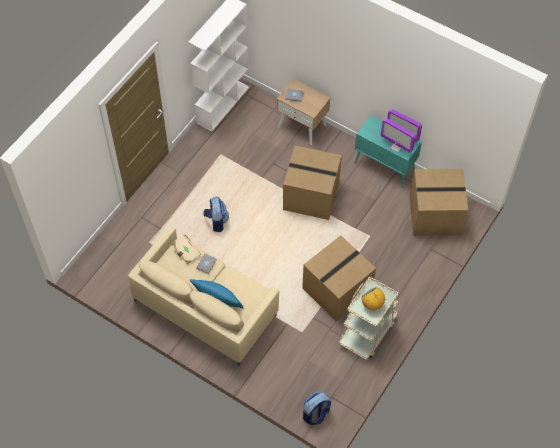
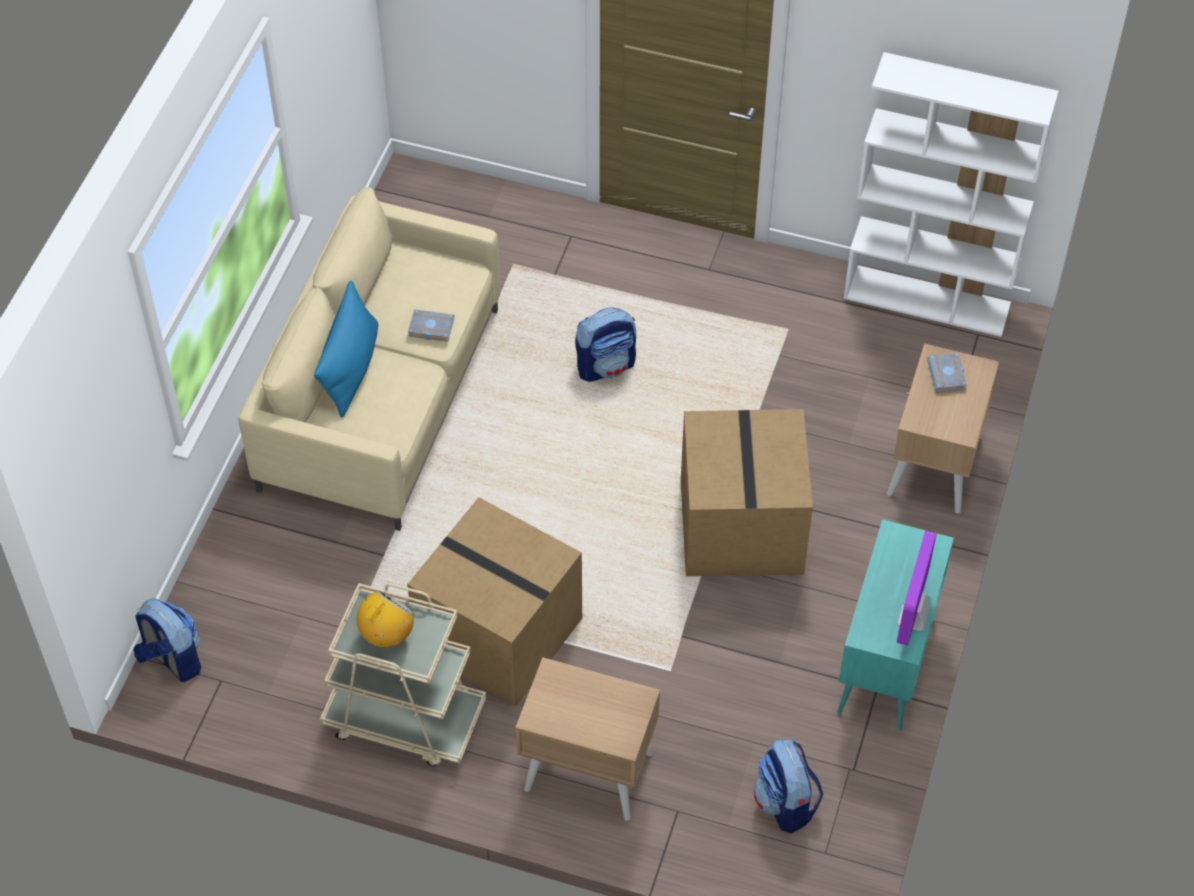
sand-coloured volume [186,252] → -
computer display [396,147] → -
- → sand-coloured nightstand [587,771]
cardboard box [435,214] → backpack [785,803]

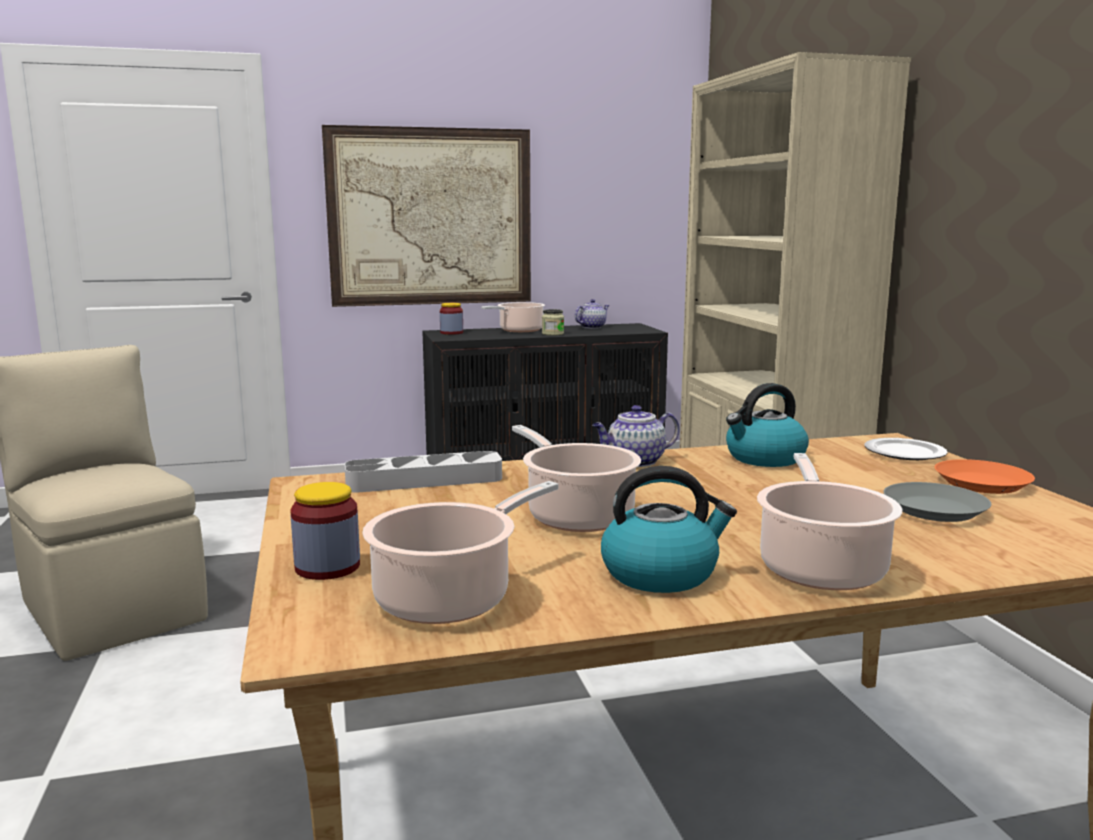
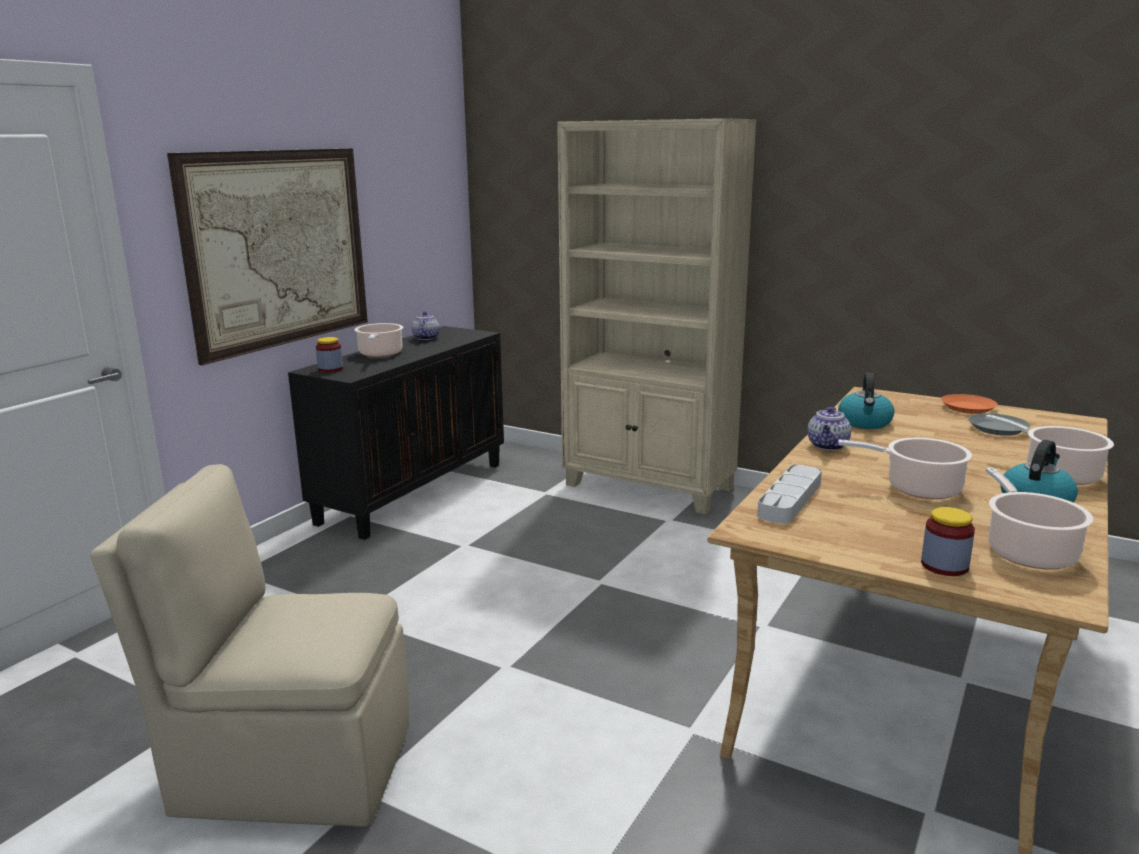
storage jar [552,334] → -
dinner plate [903,452] → -

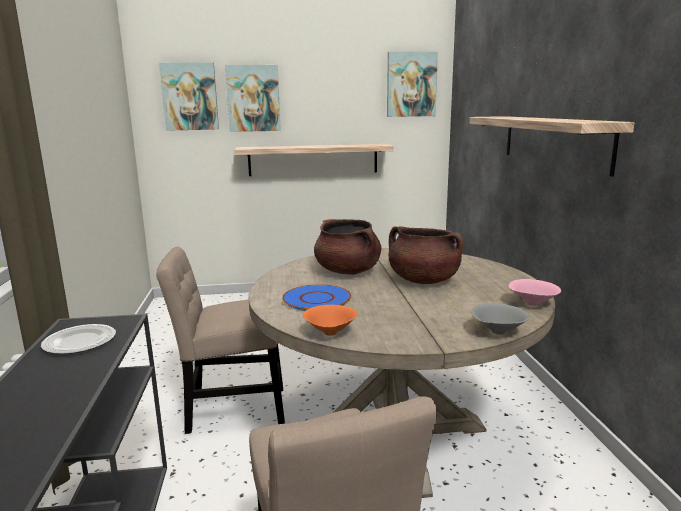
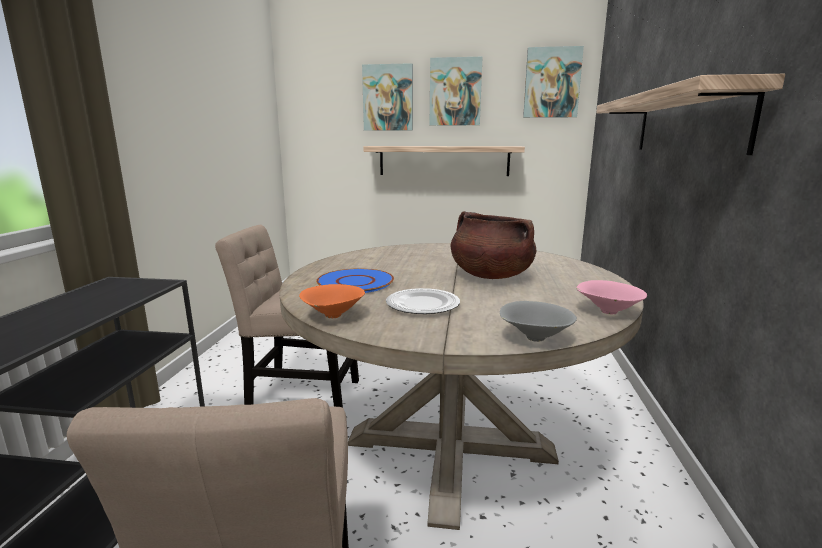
brown stockpot [348,271] → -
dinner plate [80,341] → dinner plate [422,304], shifted
wall picture [190,96] → wall picture [455,92], shifted

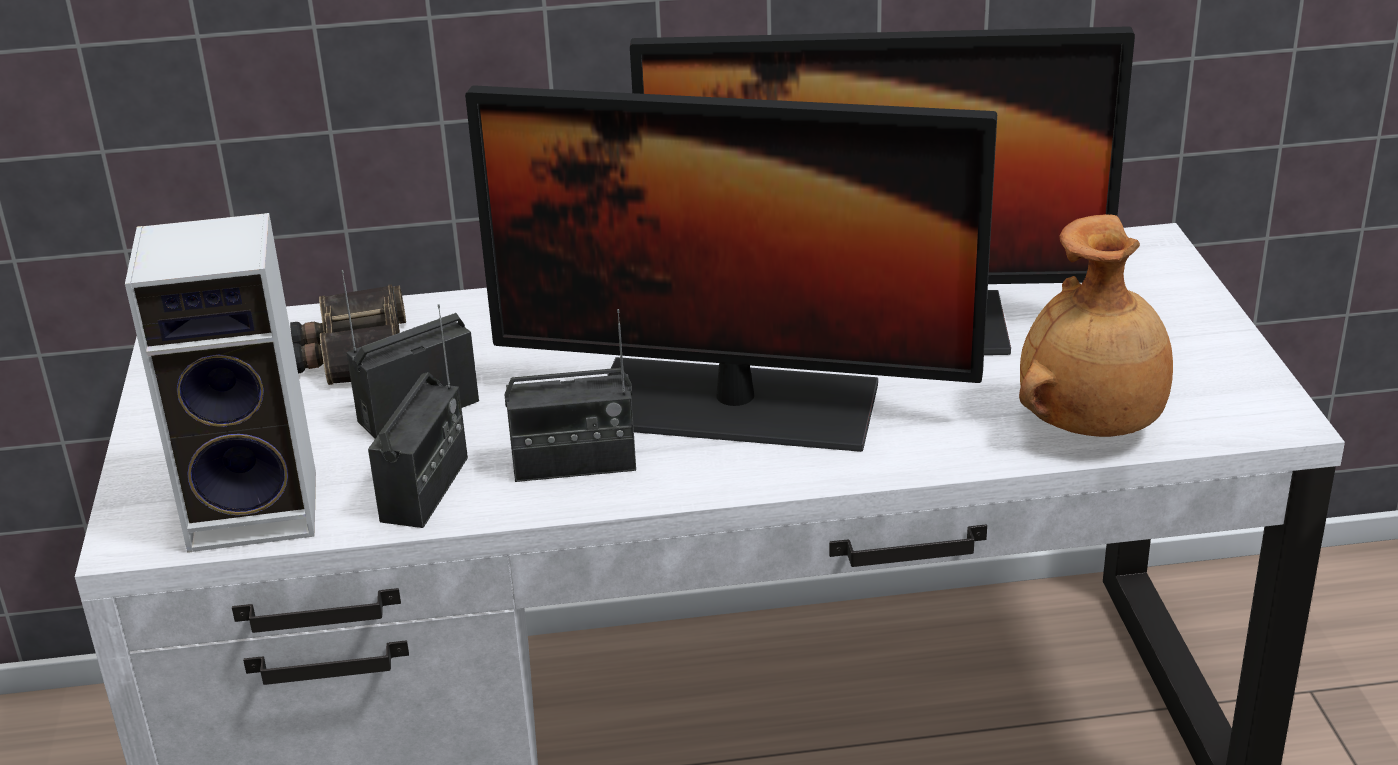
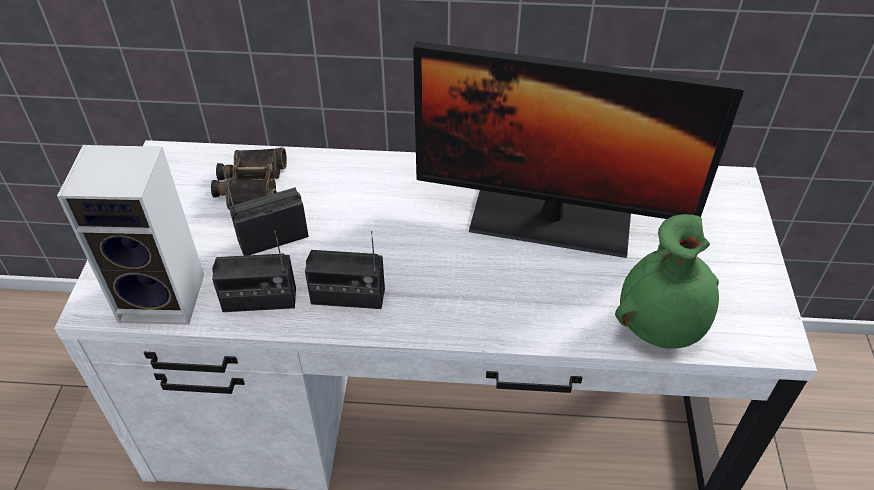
computer display [734,405] → -
brown flower vase [1092,426] → greenish flower vase [661,327]
radio set [425,489] → radio set [259,300], 60 degrees clockwise

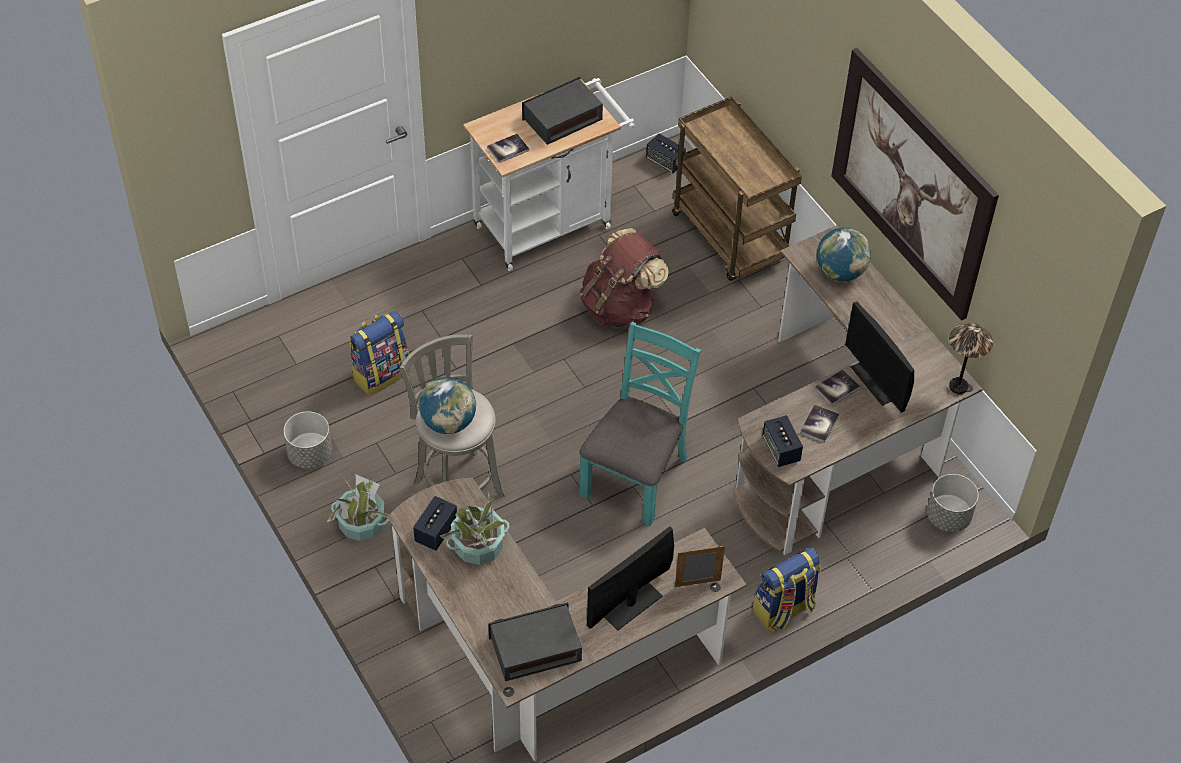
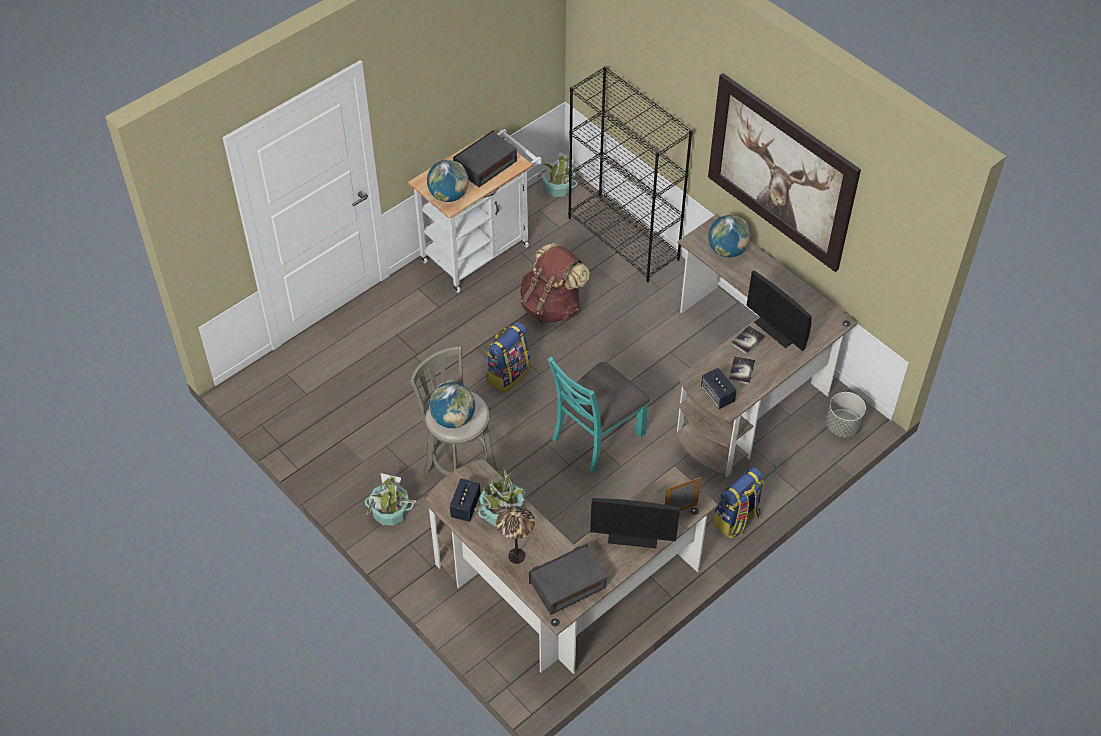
greyish planter [310,454] → -
backpack [381,373] → backpack [508,374], shifted
table lamp [958,387] → table lamp [516,557], shifted
volume [508,149] → desk globe [448,195]
speaker [665,162] → potted plant [558,188]
brown trolley [731,238] → black-coloured bookcase [624,239]
turquoise plain chair [636,476] → turquoise plain chair [597,436], 150 degrees counterclockwise
computer display [631,604] → computer display [633,536], 120 degrees counterclockwise

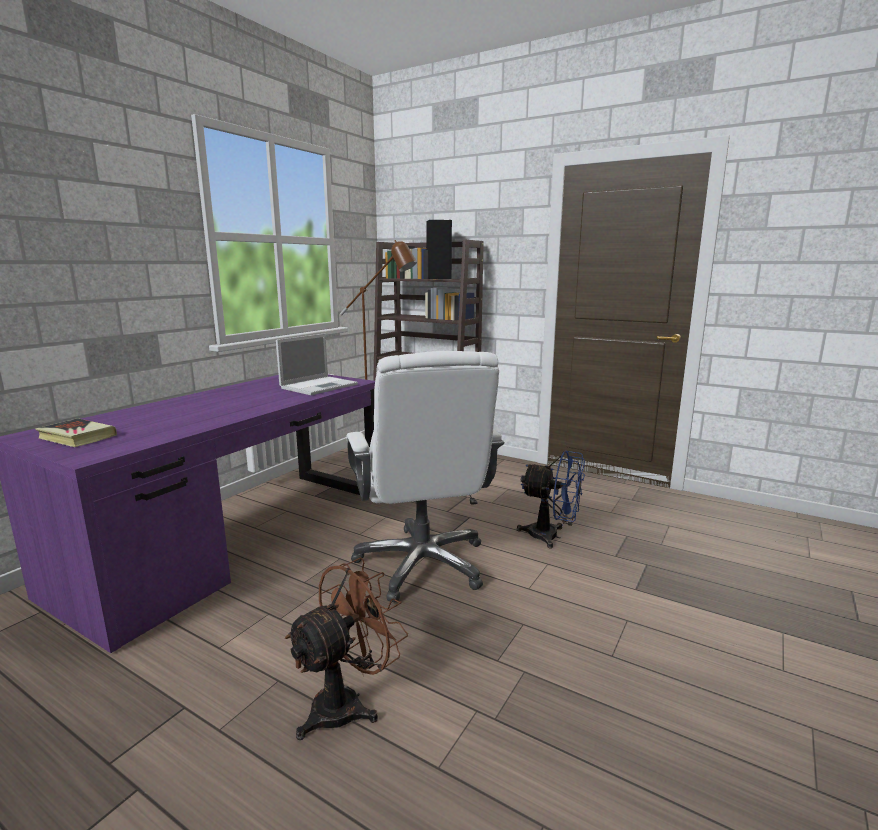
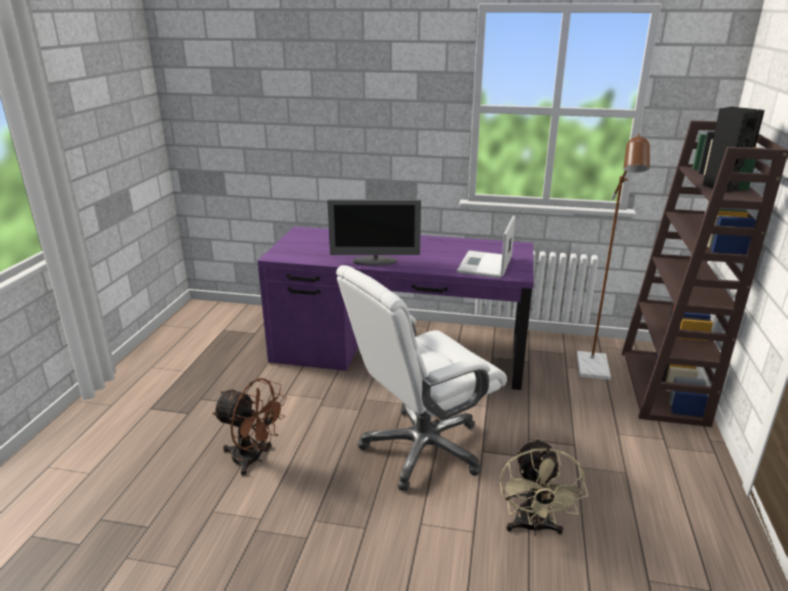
volume [77,437] → -
- → computer display [375,261]
bluish cooling fan [551,536] → sand-coloured cooling fan [533,527]
laptop [320,386] → laptop [485,265], 90 degrees clockwise

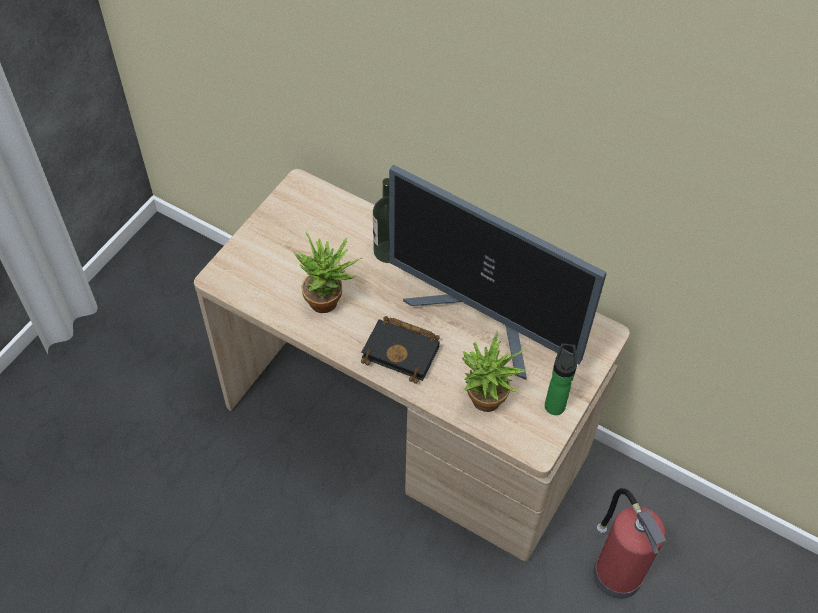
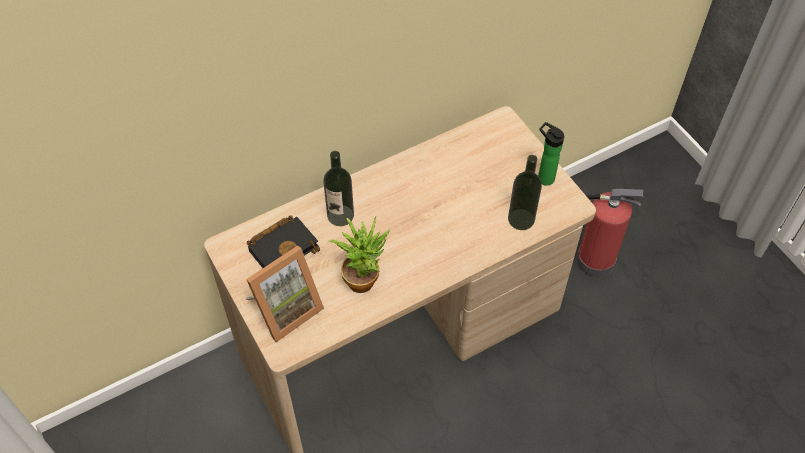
computer display [484,321] → -
- → picture frame [285,309]
black-coloured volume [403,351] → black-coloured volume [284,247], shifted
potted plant [485,404] → drink bottle [521,219]

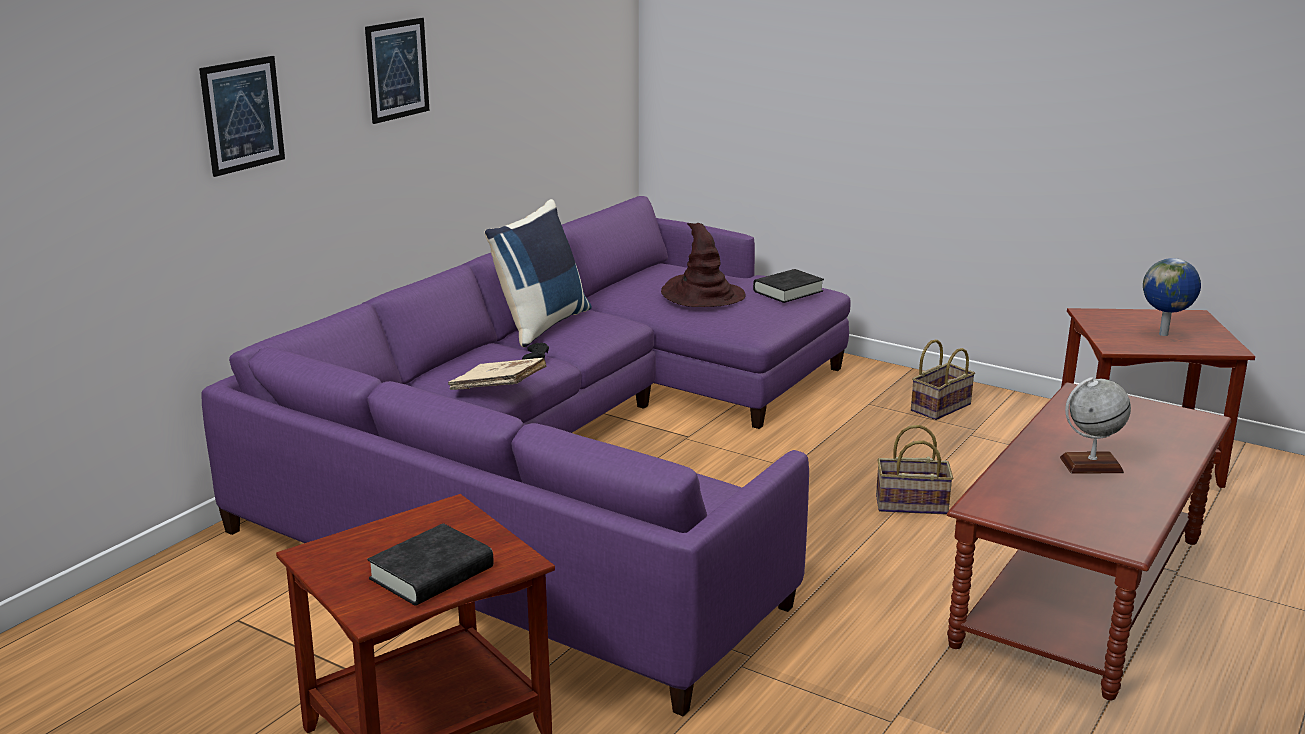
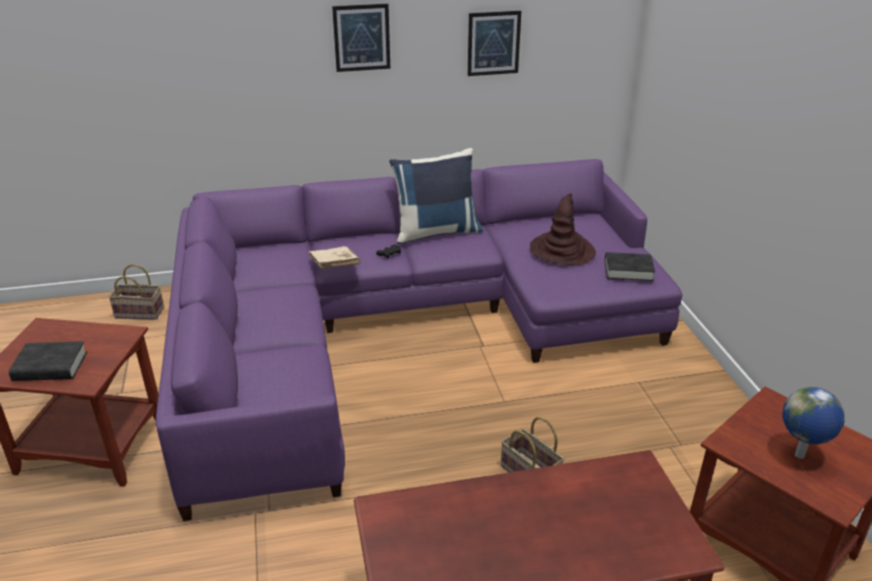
desk globe [1091,465] → -
wall picture [243,115] → wall picture [493,43], shifted
storage basket [940,406] → storage basket [141,312], shifted

